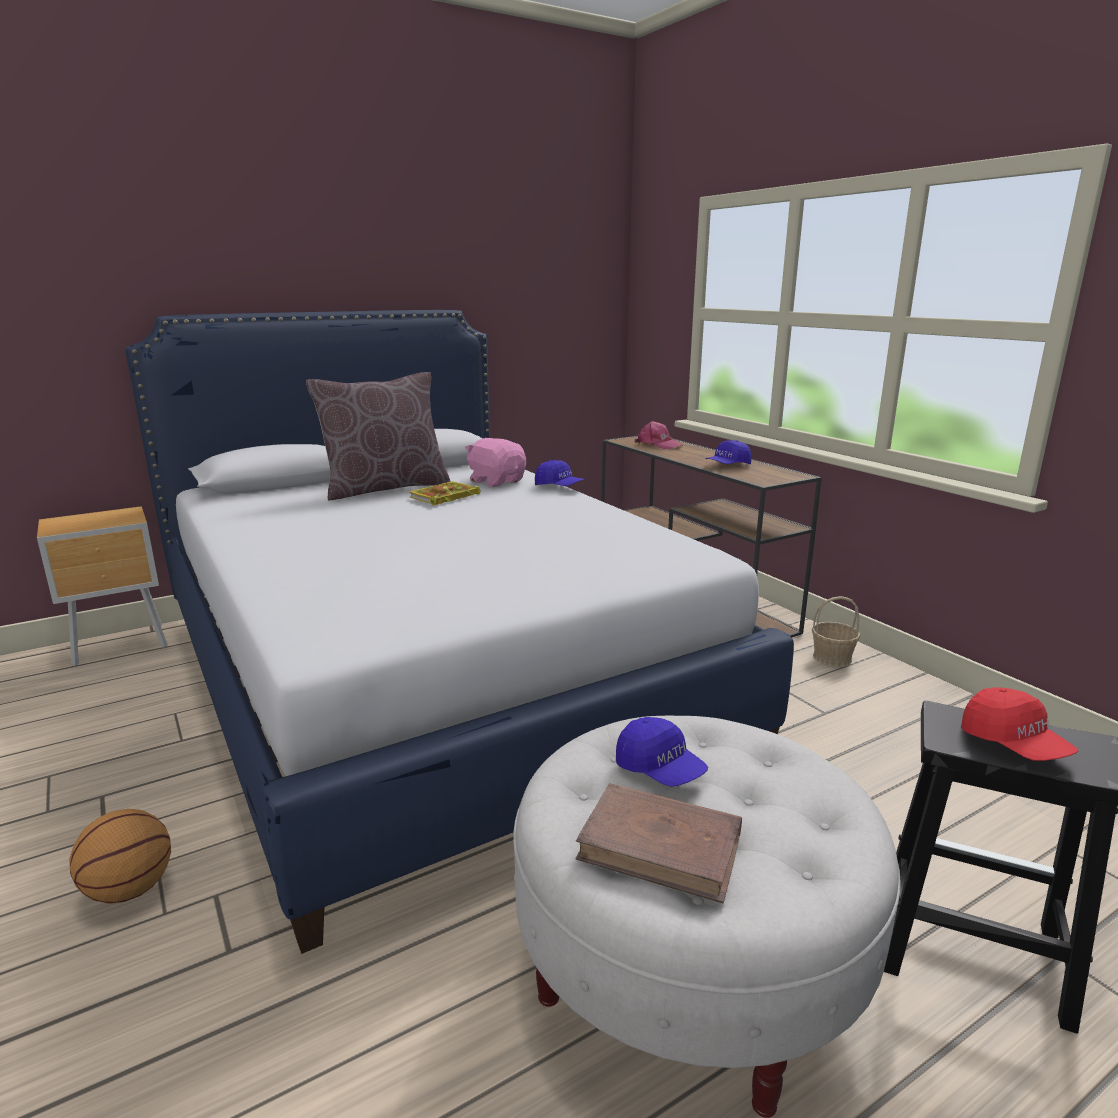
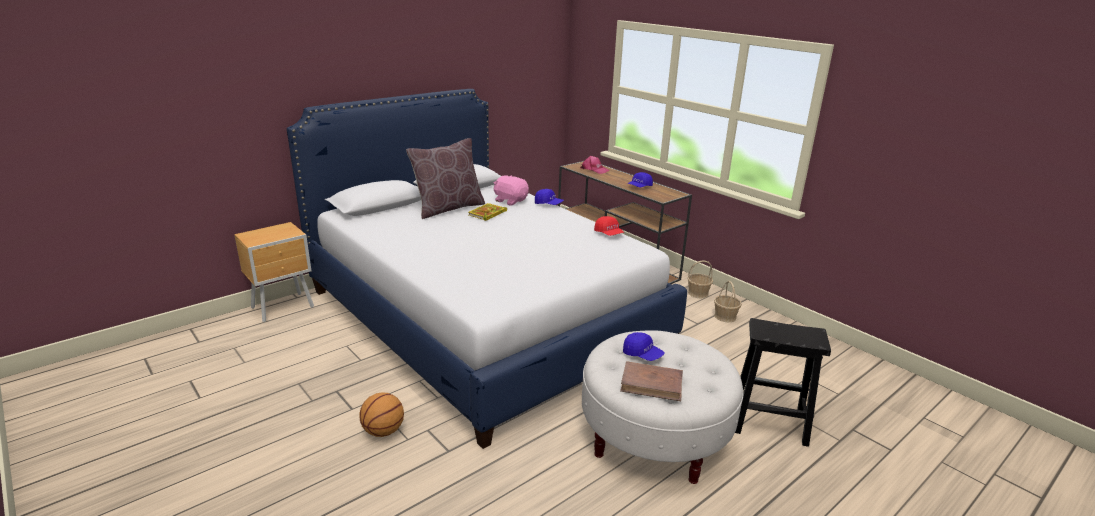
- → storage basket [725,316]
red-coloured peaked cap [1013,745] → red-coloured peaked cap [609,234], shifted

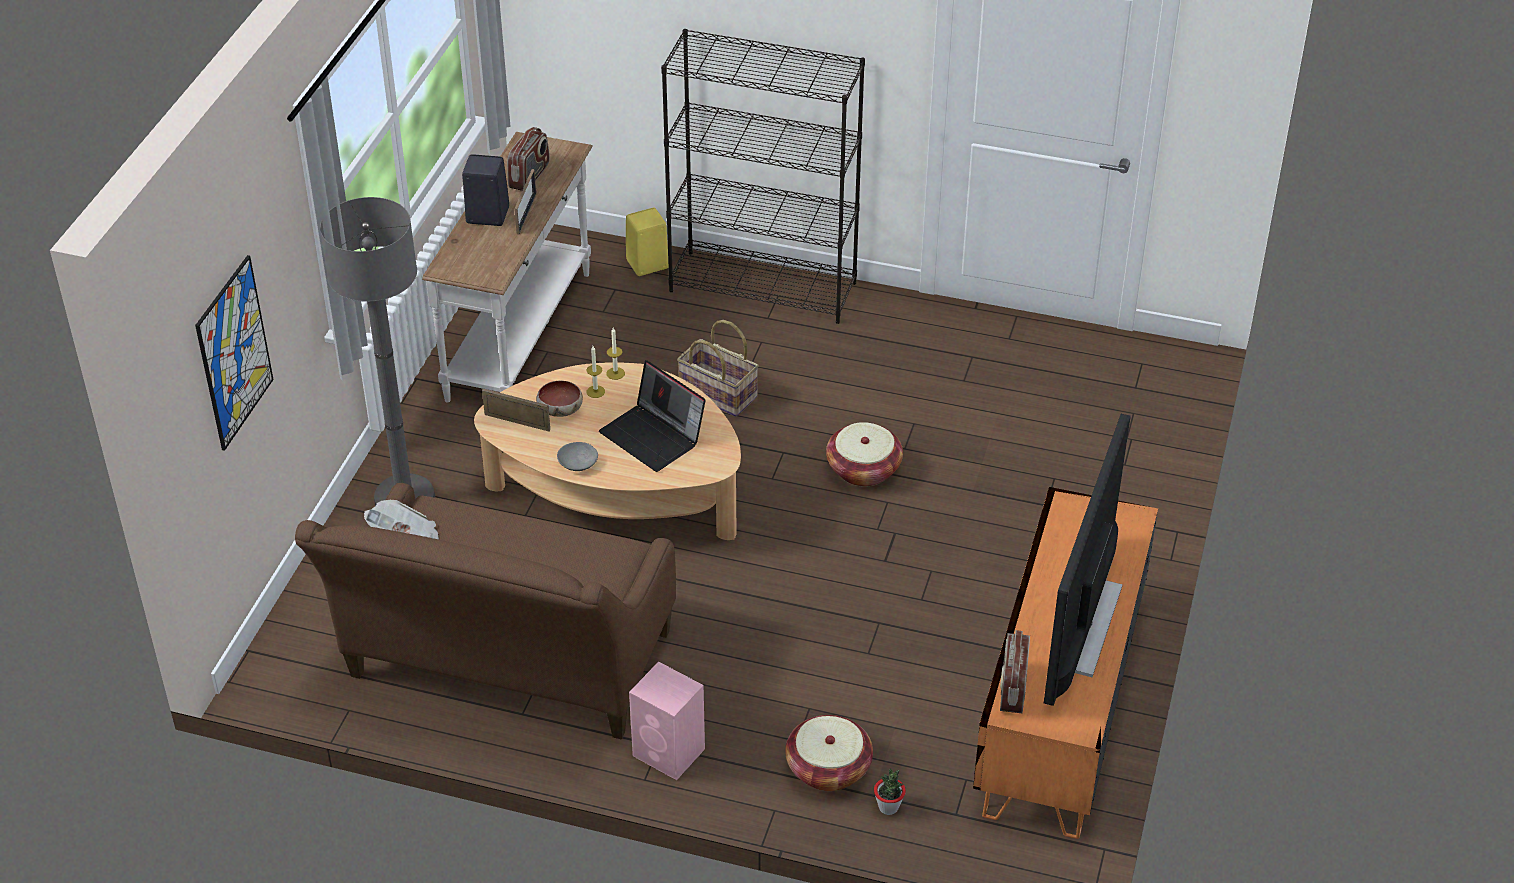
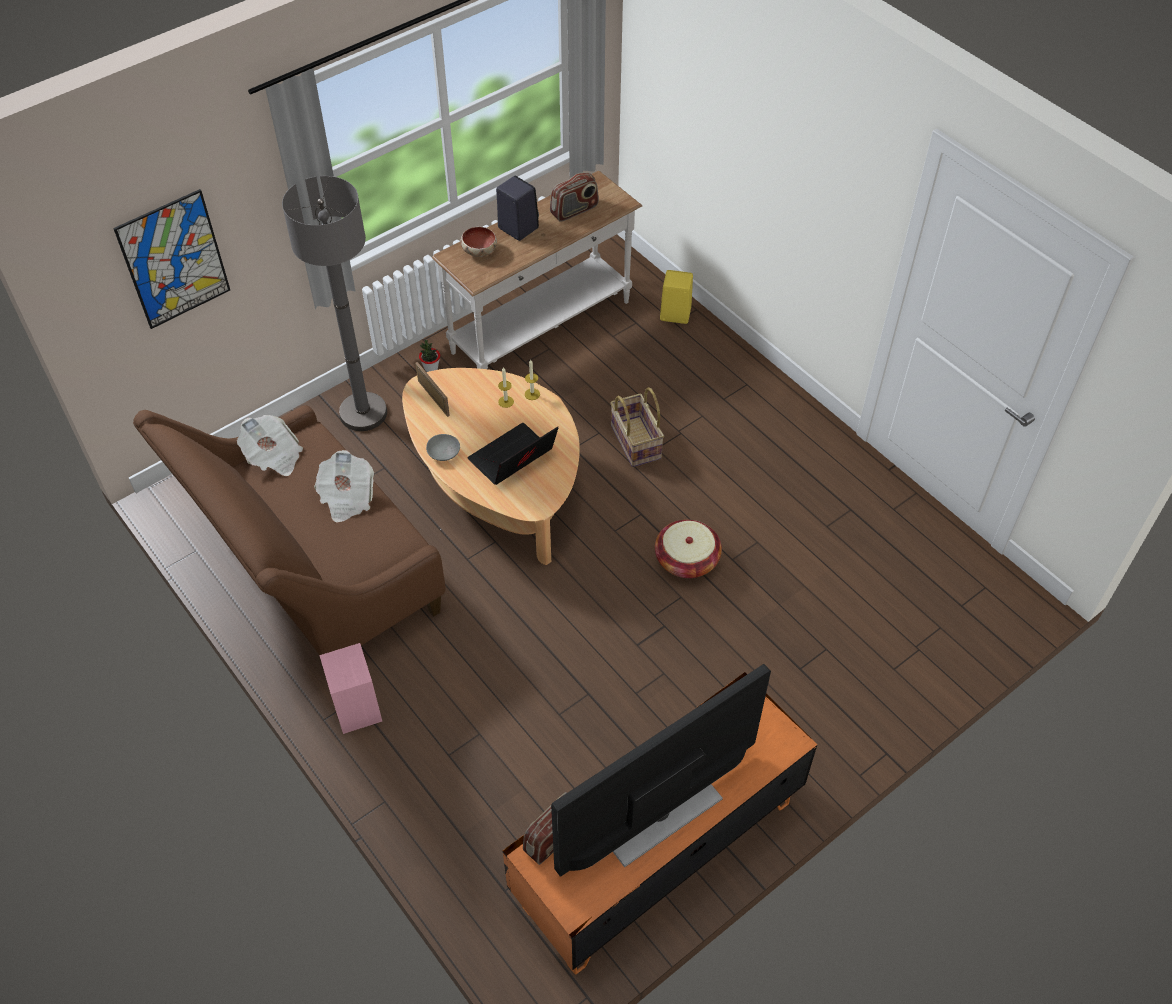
picture frame [526,214] → -
black-coloured bookcase [764,287] → -
storage basket [828,768] → -
- → newspaper [346,497]
deep dish [559,410] → deep dish [478,250], shifted
potted plant [888,807] → potted plant [431,368], shifted
laptop [654,437] → laptop [513,459], 60 degrees clockwise

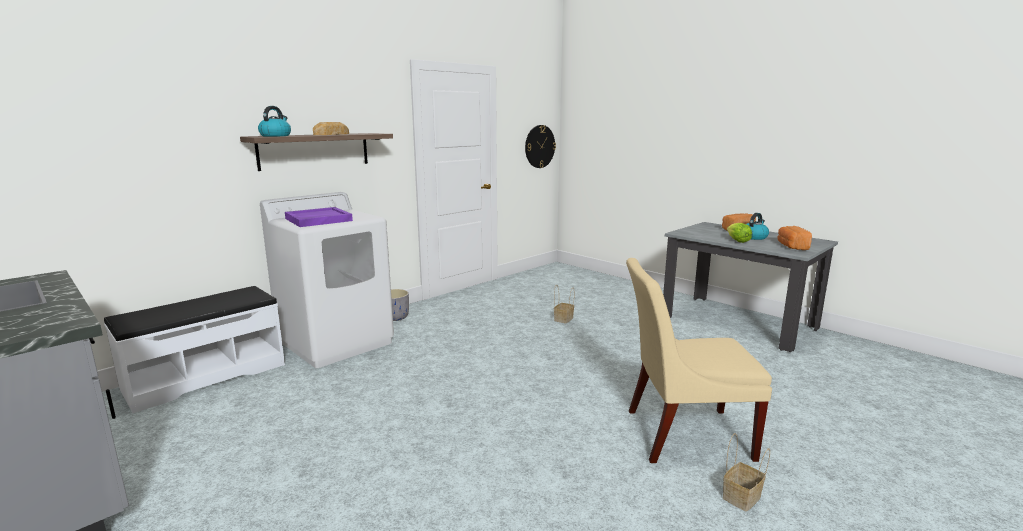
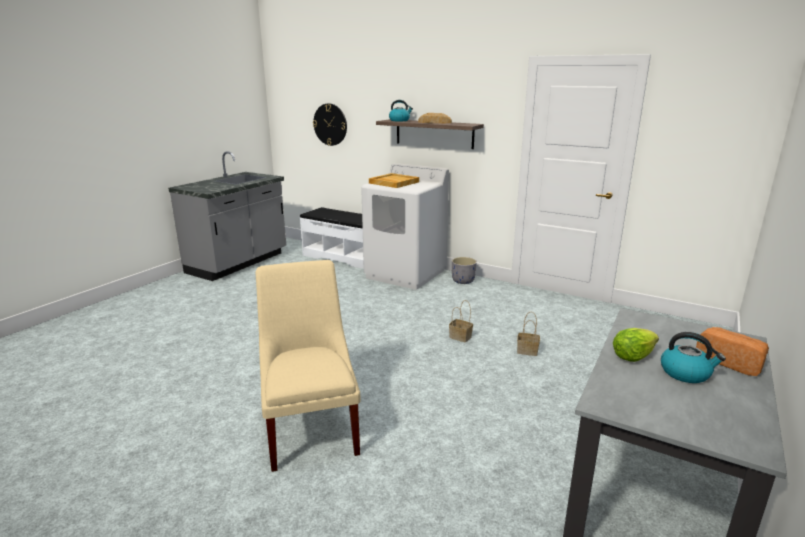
baked bread [791,246] → -
hanging clock [539,146] → hanging clock [330,124], shifted
storage basket [741,498] → storage basket [459,337], shifted
purplish tray [318,220] → sand-coloured tray [393,182]

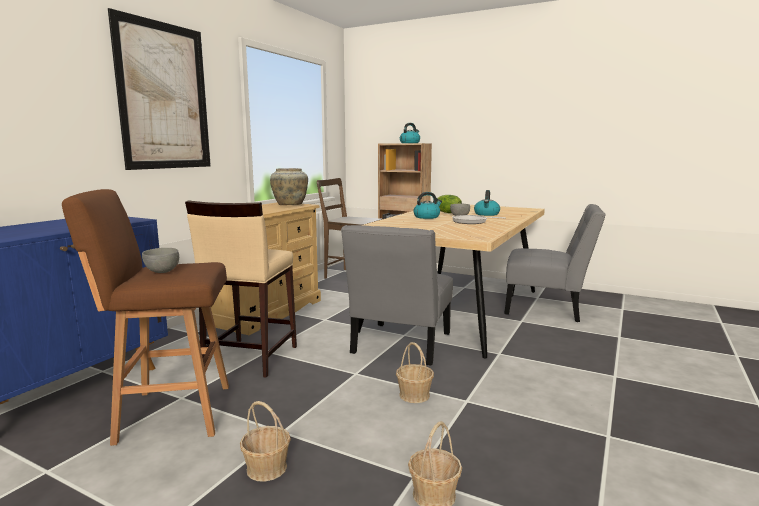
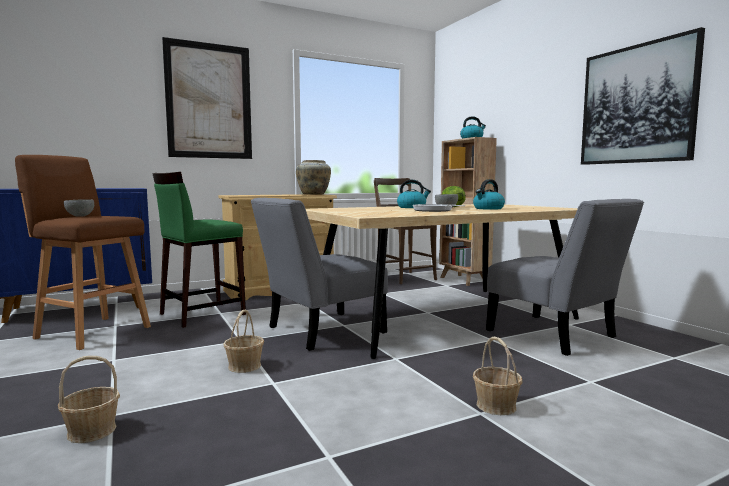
- → wall picture [637,104]
storage basket [266,468] → storage basket [496,406], shifted
sand-coloured stool seat [249,358] → greenish stool seat [201,314]

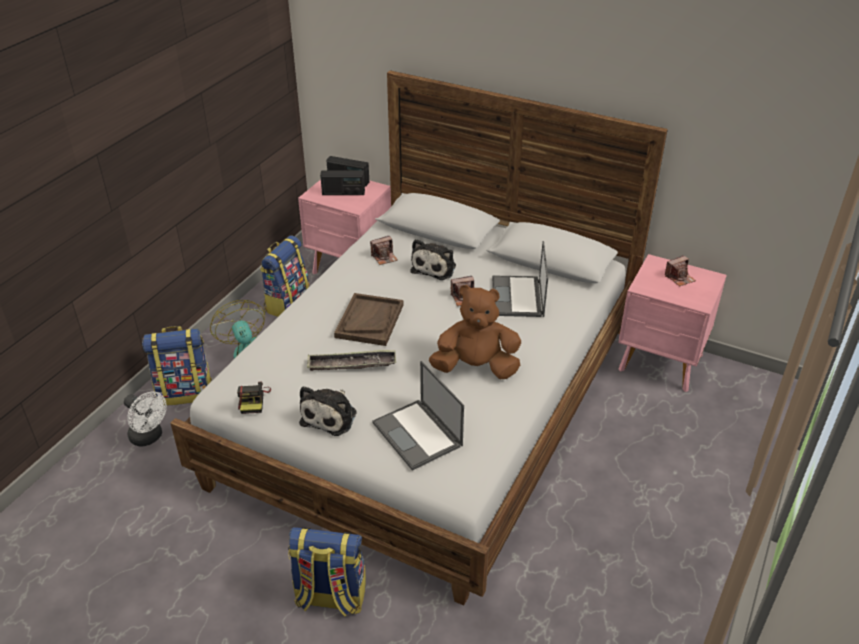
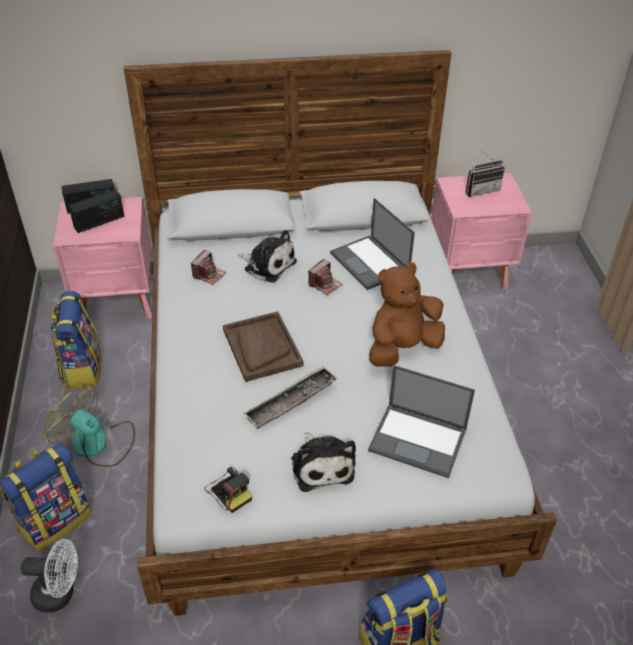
still camera [679,278] → radio set [481,190]
soft toy [435,267] → soft toy [268,264], 45 degrees counterclockwise

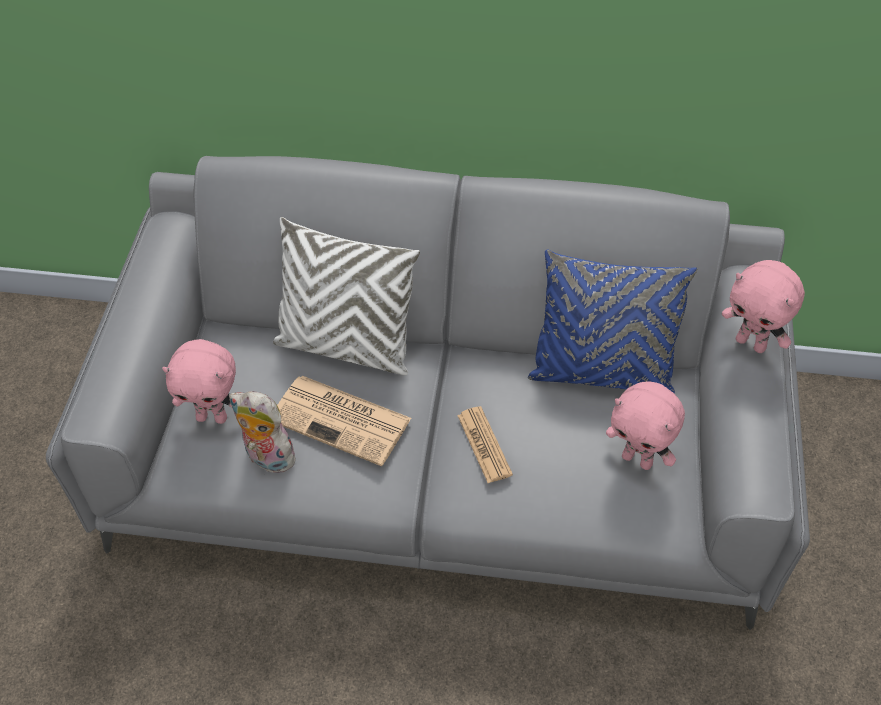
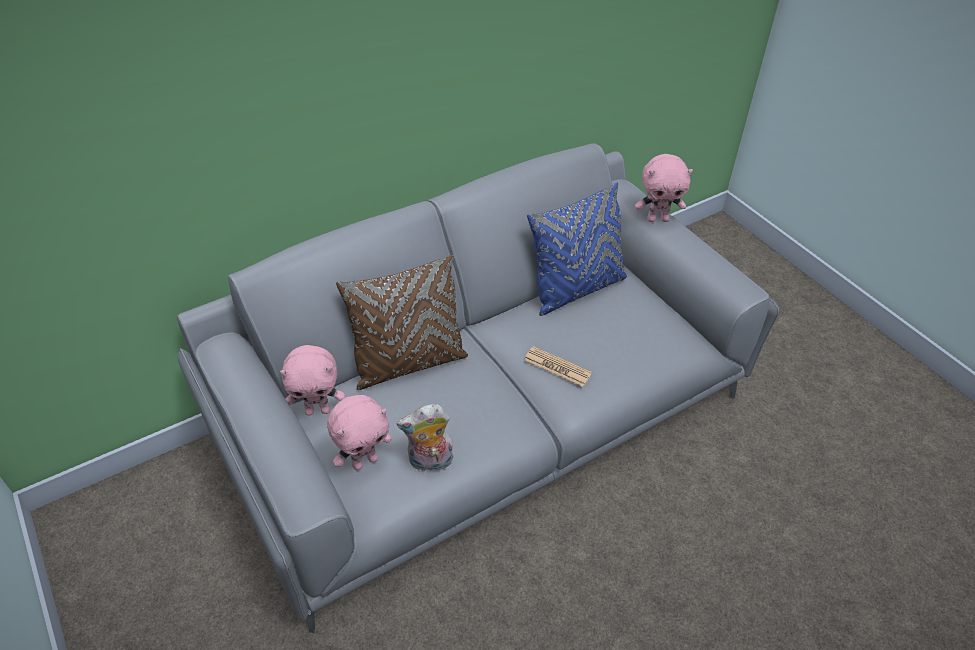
newspaper [343,420] → -
pink soft toy [638,459] → pink soft toy [318,410], shifted
white-coloured pillow [346,346] → brown pillow [409,363]

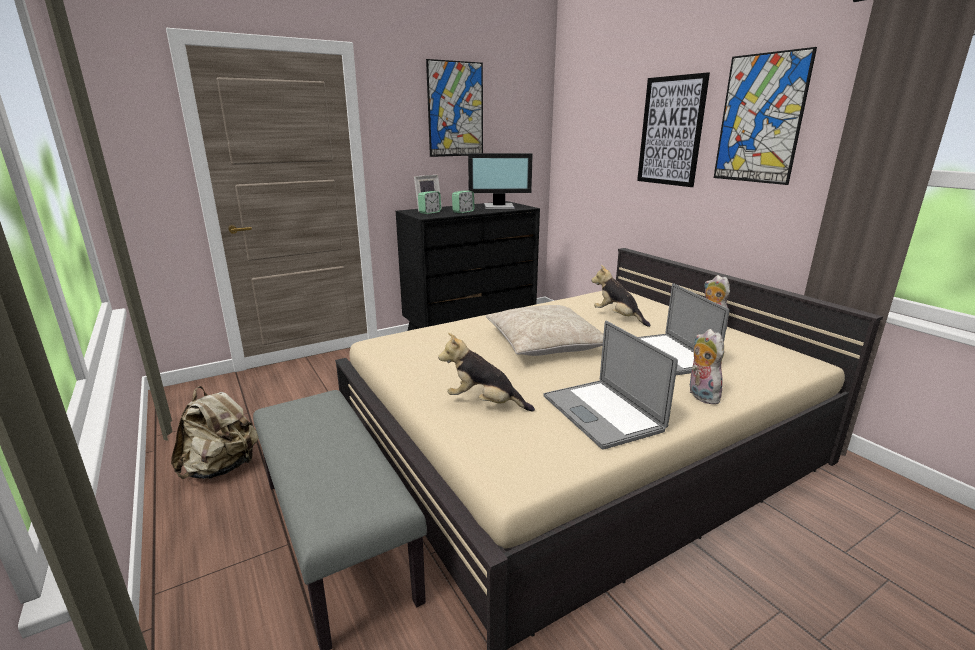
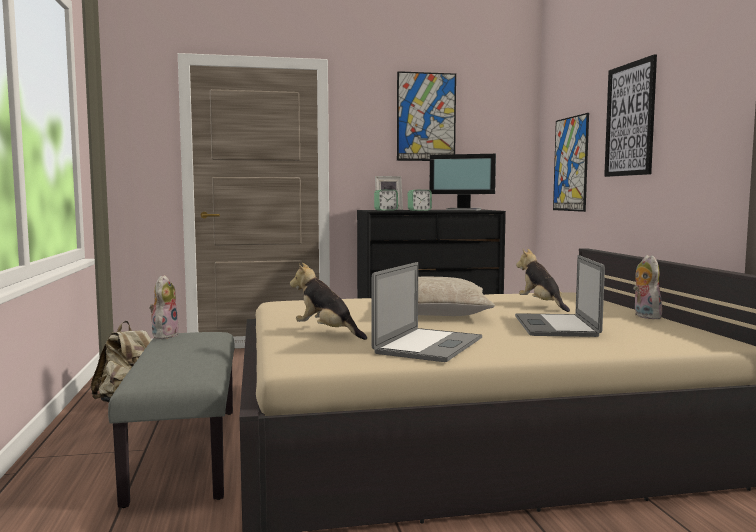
soft toy [700,395] → soft toy [164,335], shifted
wall picture [760,119] → wall picture [570,164], shifted
laptop [602,413] → laptop [429,345], 150 degrees counterclockwise

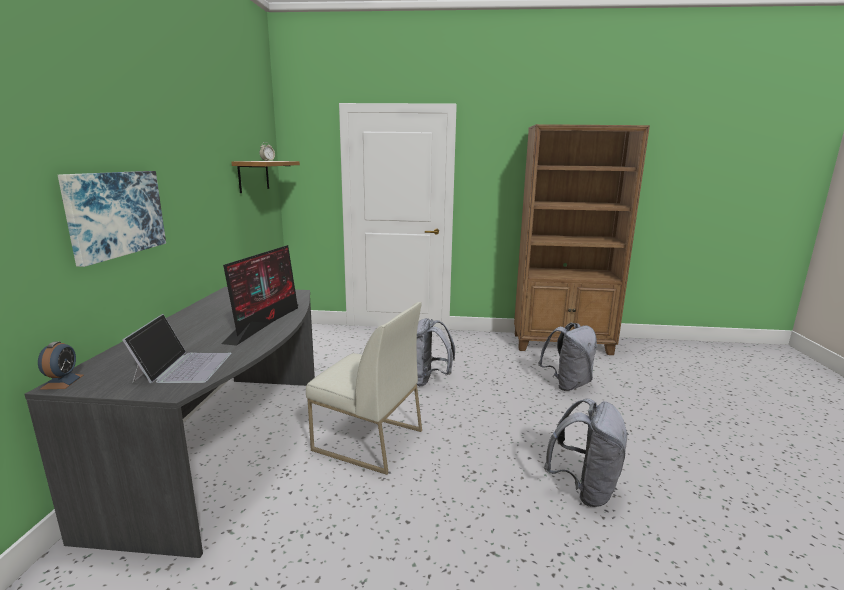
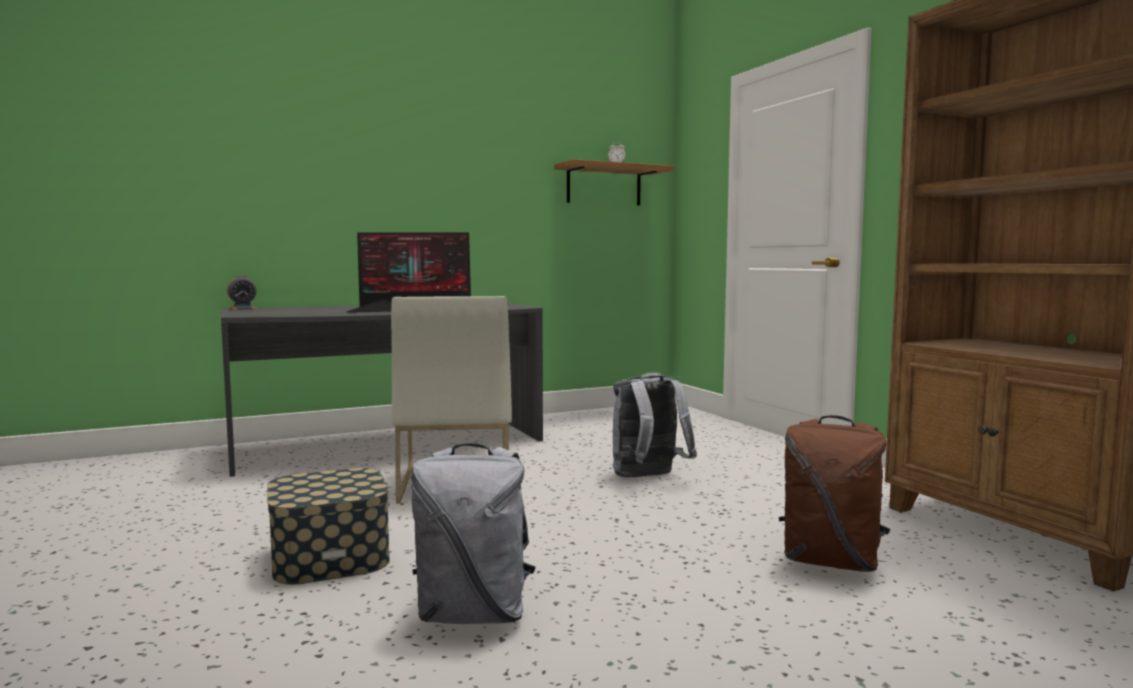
wall picture [115,214] → -
laptop [184,366] → -
- → storage container [330,557]
greyish backpack [567,384] → brown backpack [831,562]

